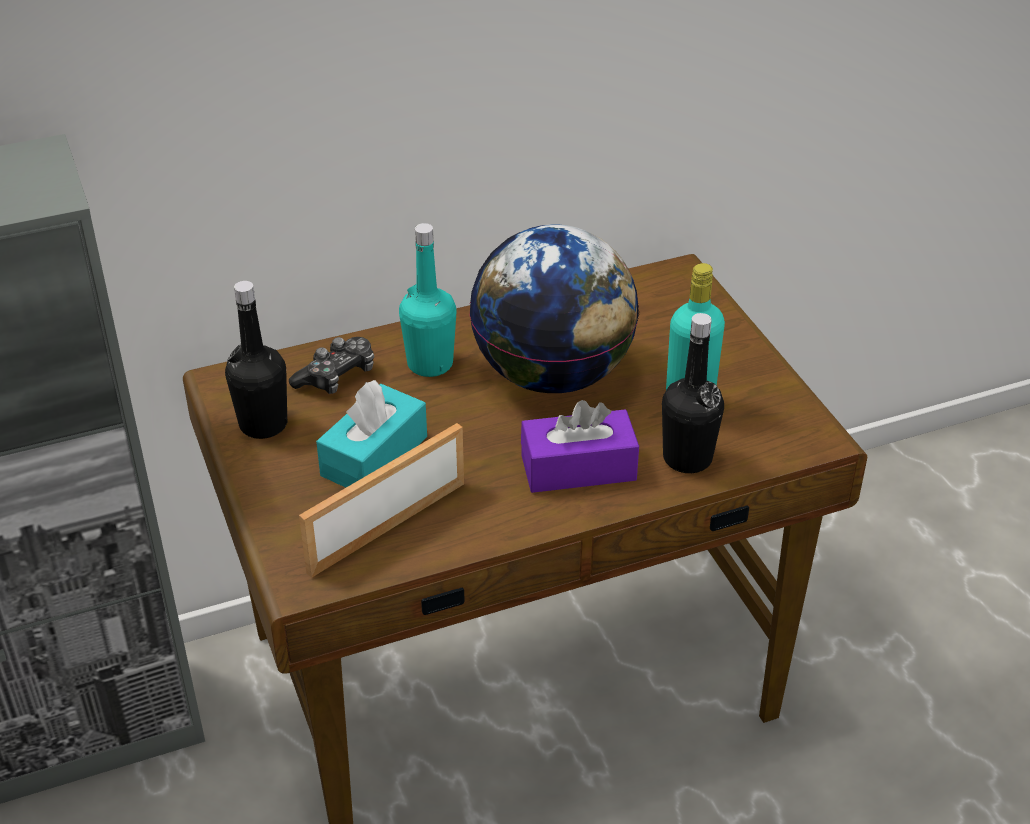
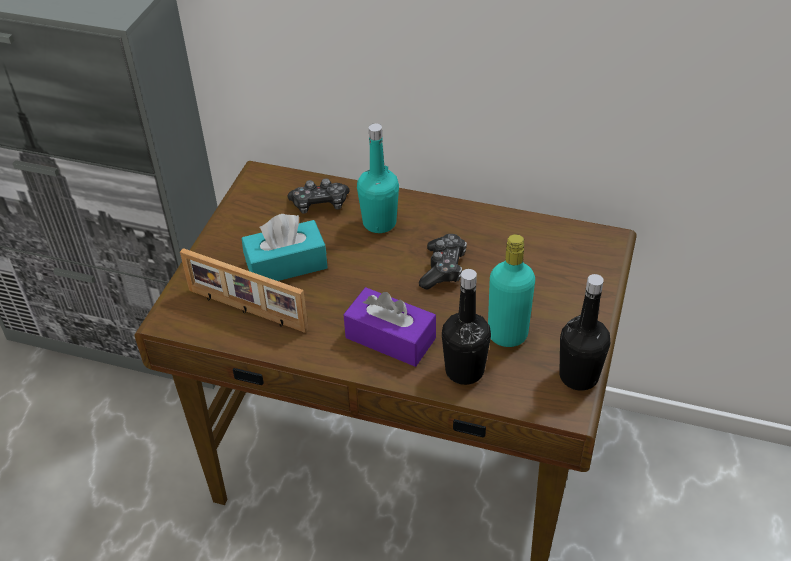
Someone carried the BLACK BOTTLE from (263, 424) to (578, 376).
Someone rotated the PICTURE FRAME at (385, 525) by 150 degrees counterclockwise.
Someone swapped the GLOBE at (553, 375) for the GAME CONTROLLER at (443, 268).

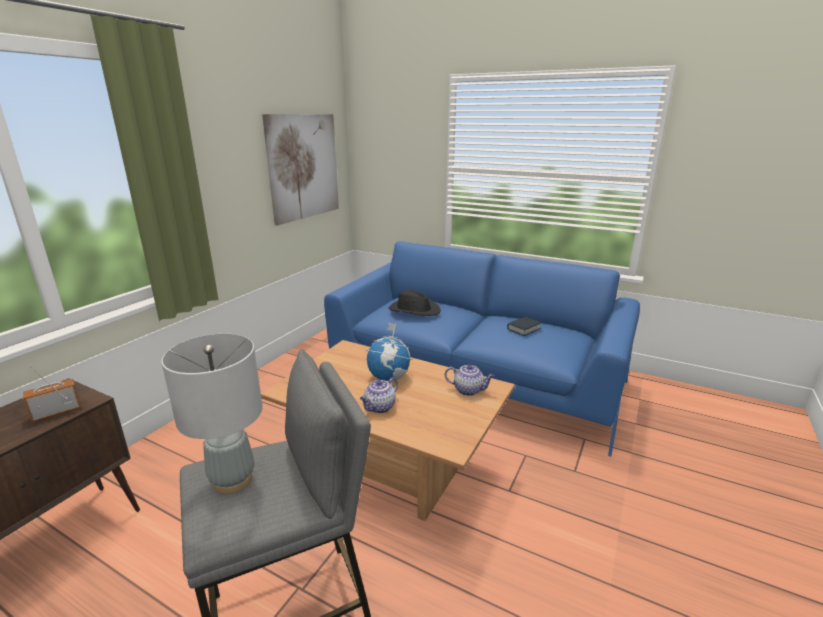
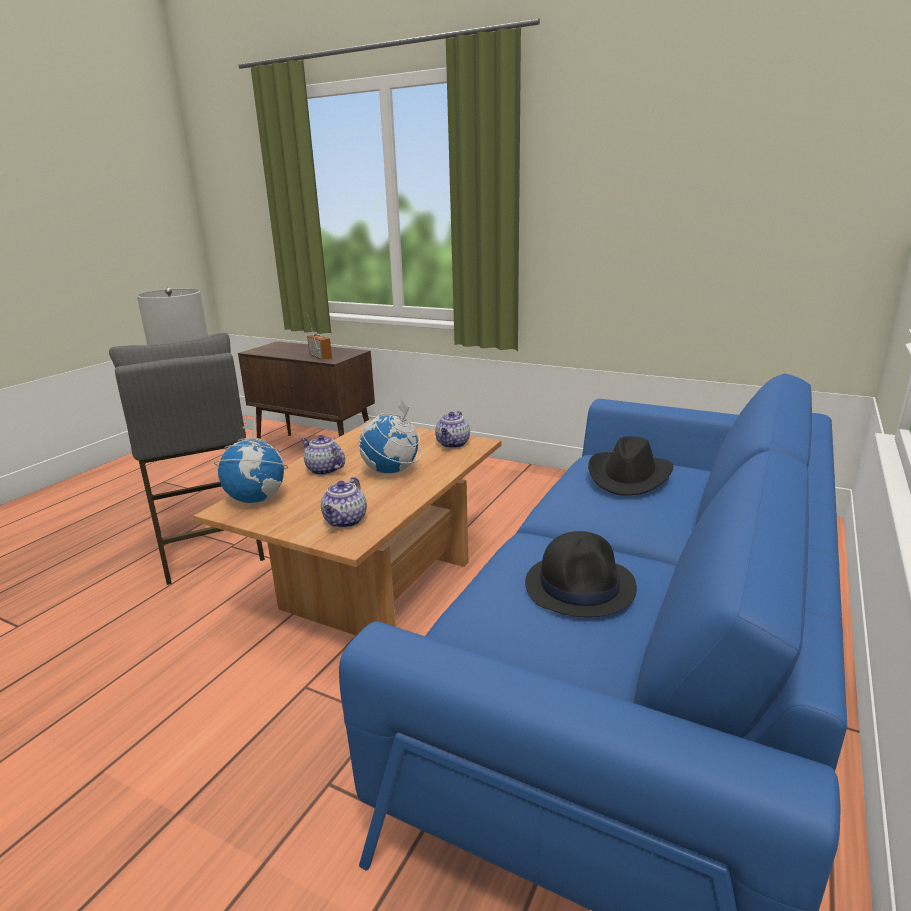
Someone took away the PICTURE at (303, 167).
Someone swapped the BOOK at (523, 329) for the BLACK HAT at (580, 586).
Someone put down the GLOBE at (257, 499).
Someone put down the TEAPOT at (453, 444).

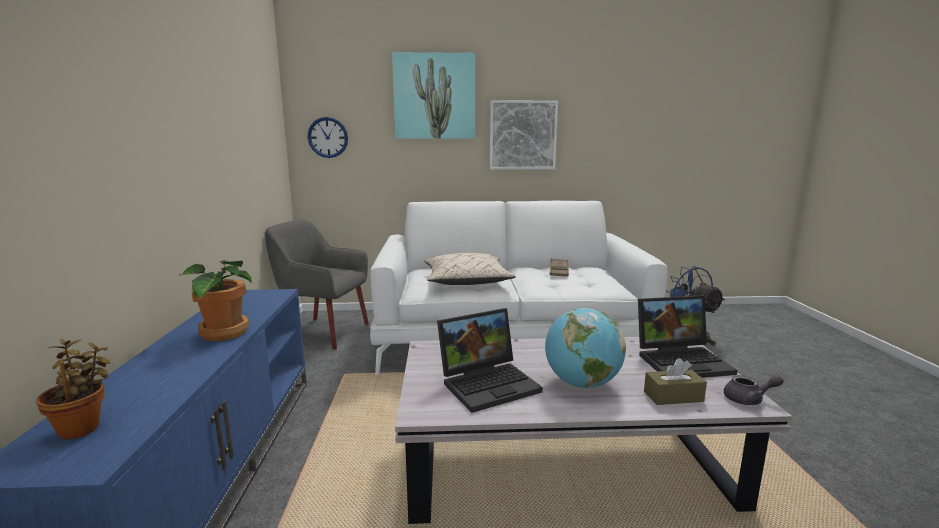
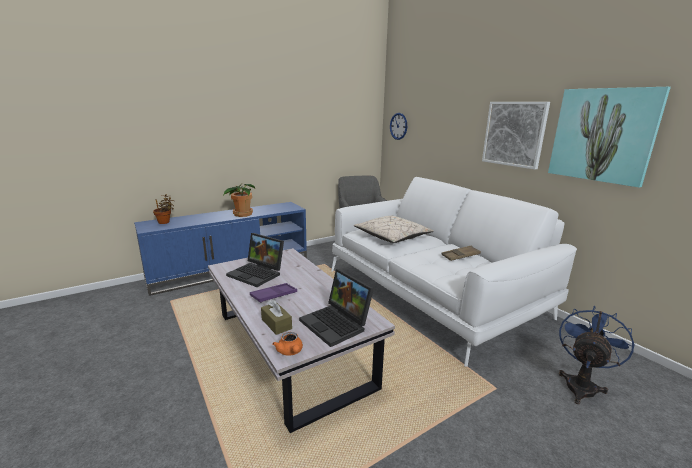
Someone carried the PICTURE from (434, 96) to (602, 135).
Someone swapped the GLOBE at (581, 384) for the PURPLE TRAY at (274, 295).
Someone repainted the GREY TEAPOT at (749, 400), which became the ORANGE TEAPOT at (290, 352).

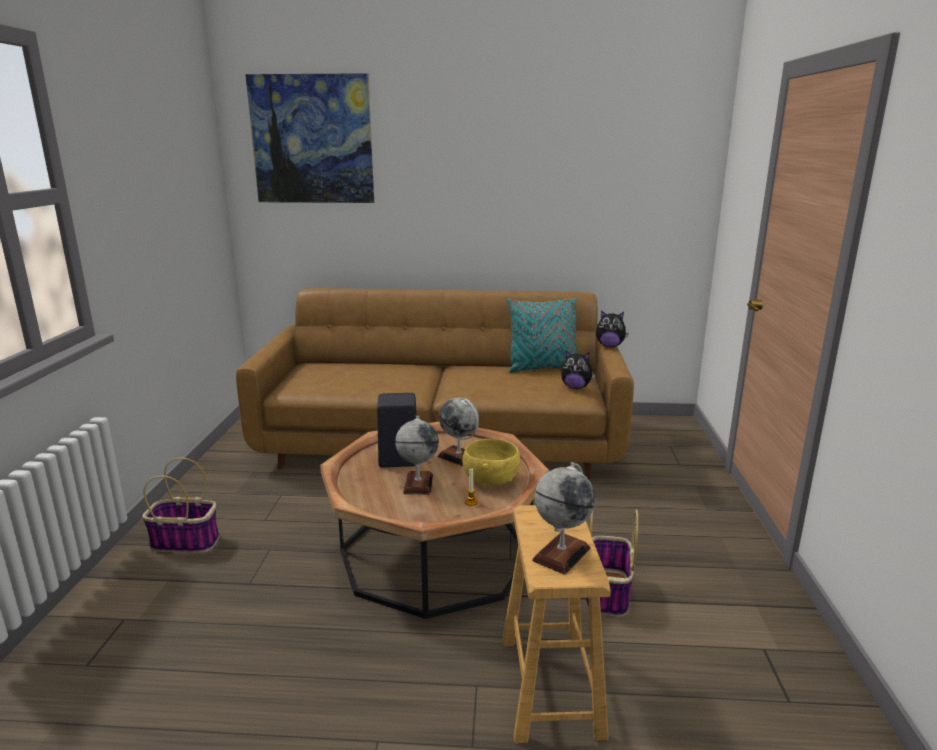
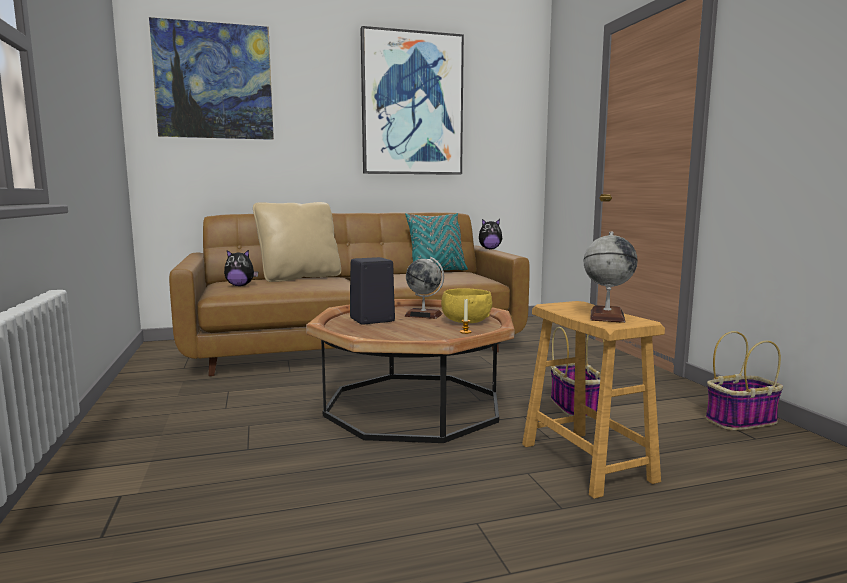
Someone carried the BASKET from (186, 542) to (741, 420).
Someone took away the GLOBE at (418, 484).
Someone carried the PLUSH TOY from (576, 387) to (240, 286).
Someone put down the BEIGE PILLOW at (300, 277).
Someone put up the PICTURE at (412, 104).

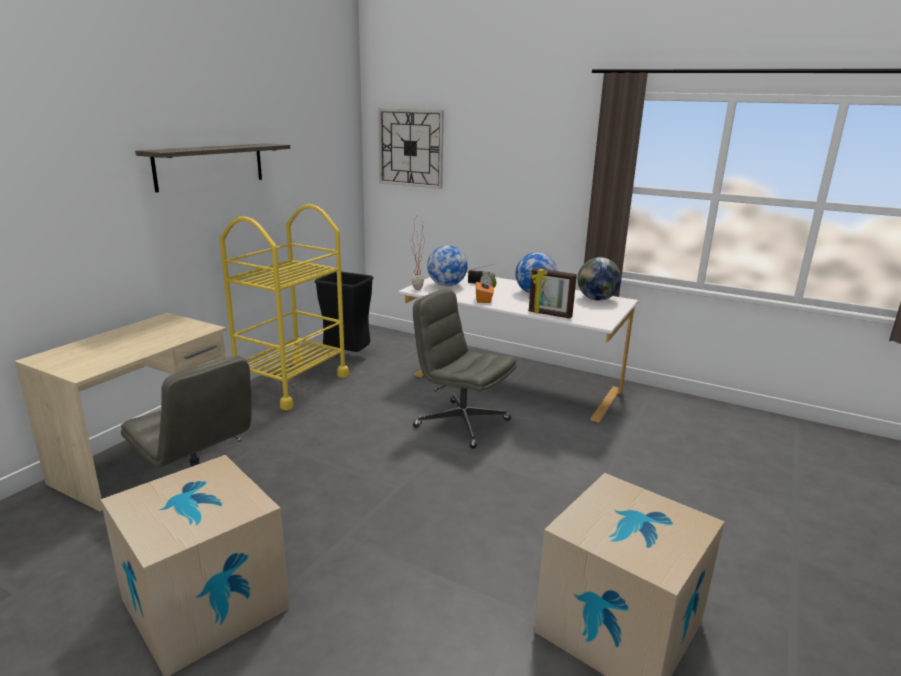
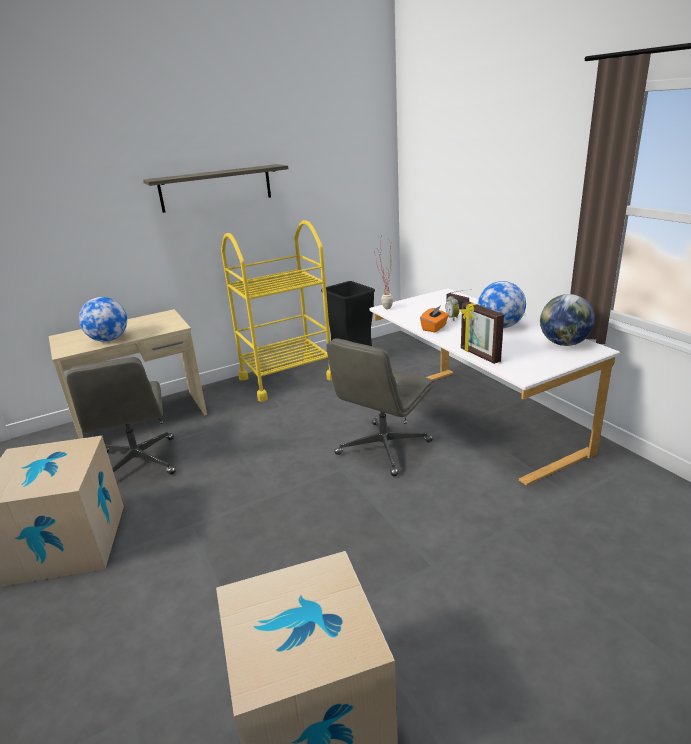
Someone took away the WALL CLOCK at (411, 148).
Someone rotated the GREY OFFICE CHAIR at (461, 423) by 120 degrees counterclockwise.
Someone carried the GLOBE from (446, 285) to (108, 340).

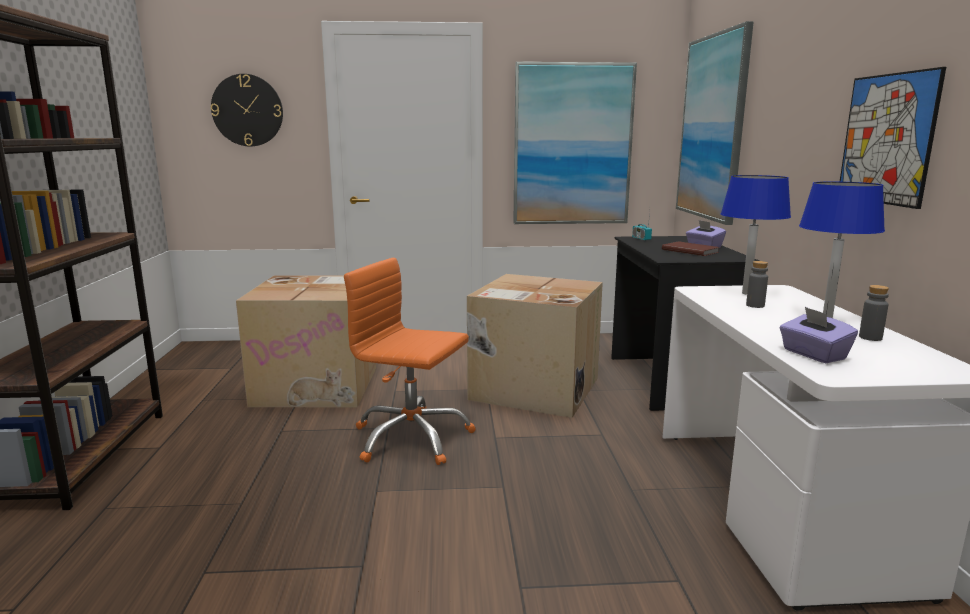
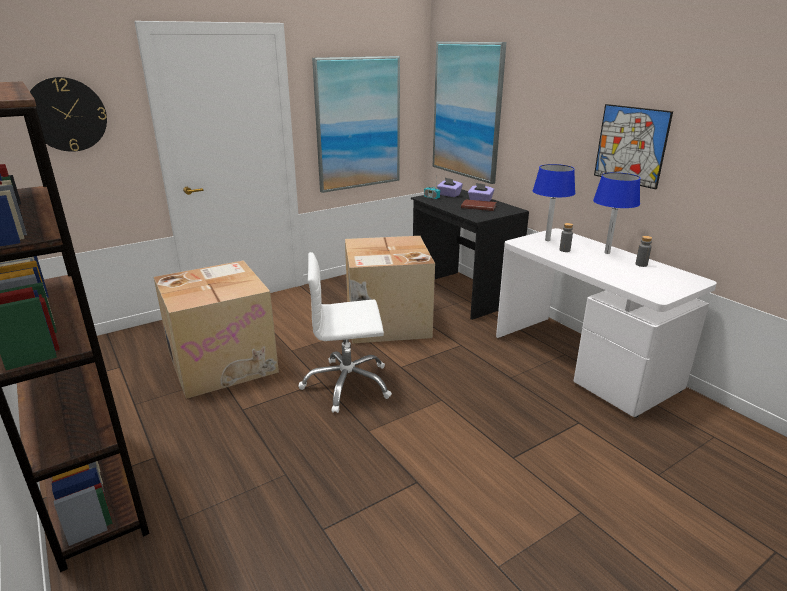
Someone repainted the ORANGE OFFICE CHAIR at (411, 438), which became the WHITE OFFICE CHAIR at (347, 384).
Someone carried the PURPLE TISSUE BOX from (813, 354) to (449, 195).

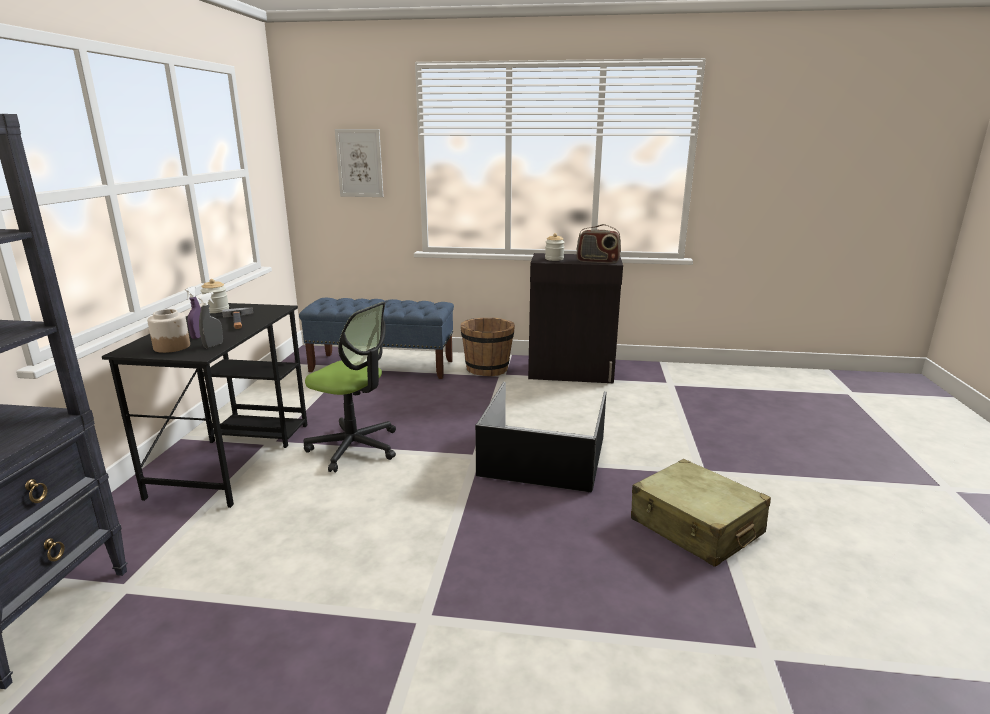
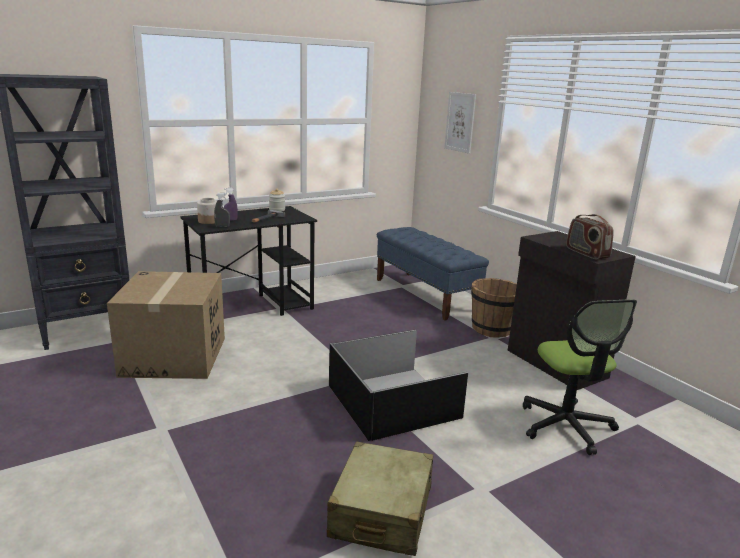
Someone carried the OFFICE CHAIR from (354, 447) to (566, 426).
Someone took away the JAR at (554, 259).
Someone put down the CARDBOARD BOX at (174, 357).

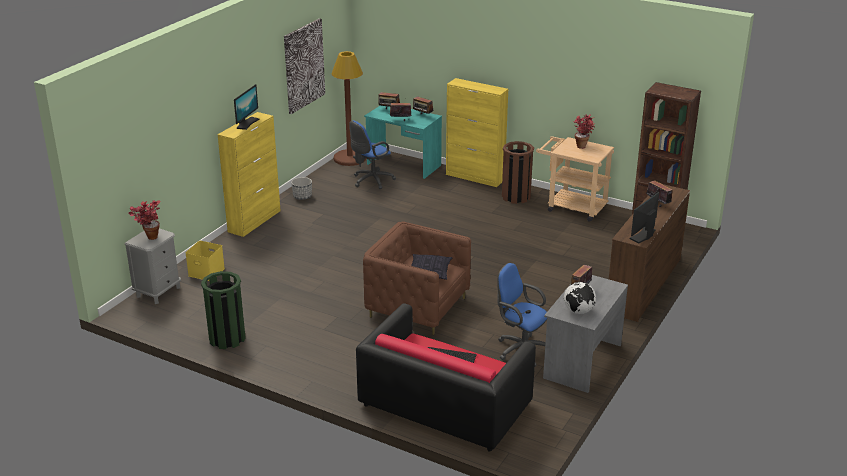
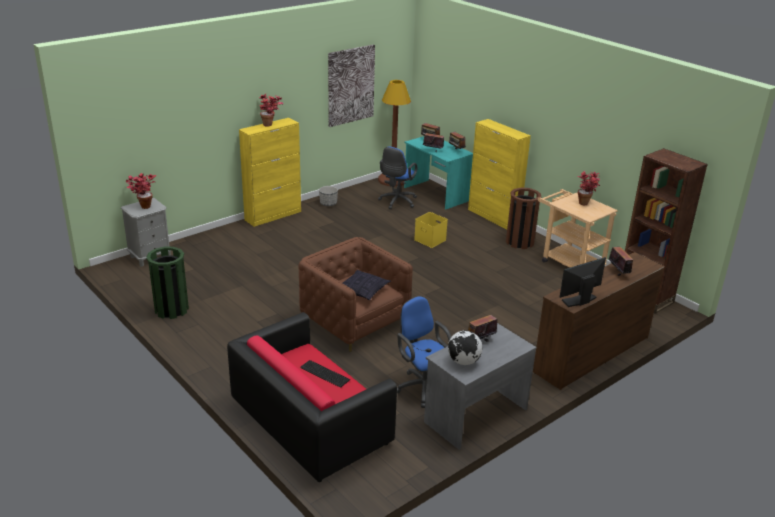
Someone carried the YELLOW STORAGE BOX from (207, 272) to (431, 240).
Someone swapped the MONITOR at (247, 123) for the POTTED PLANT at (271, 125).
Someone rotated the BLUE OFFICE CHAIR at (371, 181) by 45 degrees counterclockwise.

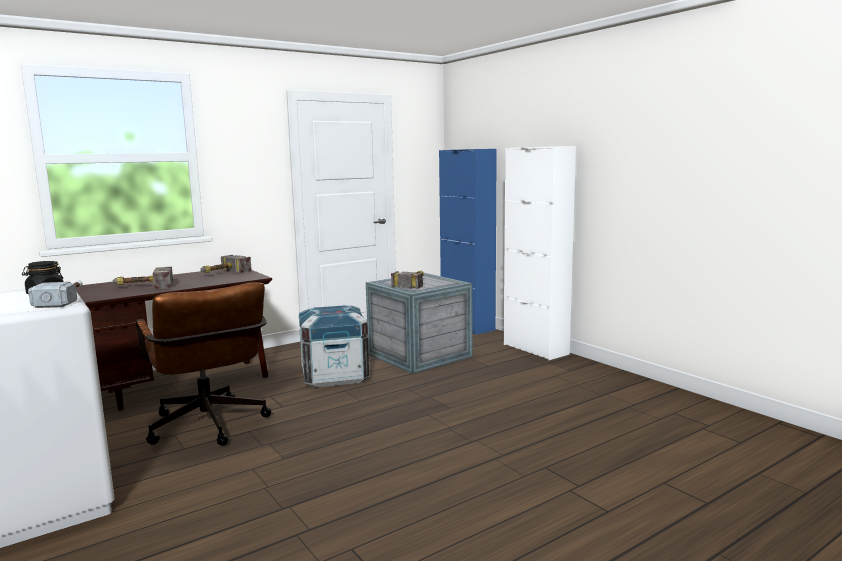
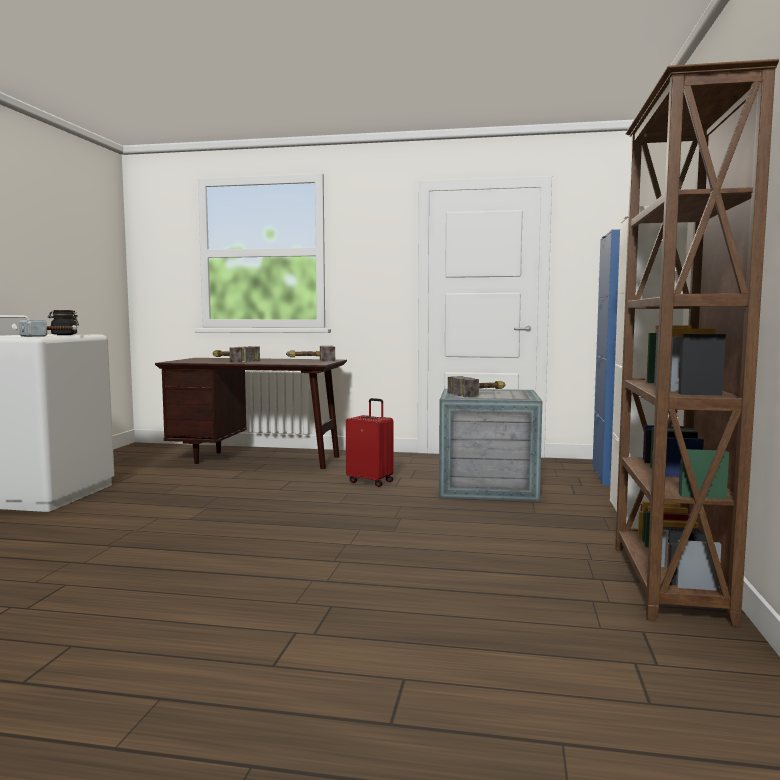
Someone took away the BROWN OFFICE CHAIR at (210, 428).
Someone swapped the CRATE at (335, 376) for the RED SUITCASE at (371, 481).
Someone put down the BROWN BOOKCASE at (667, 582).

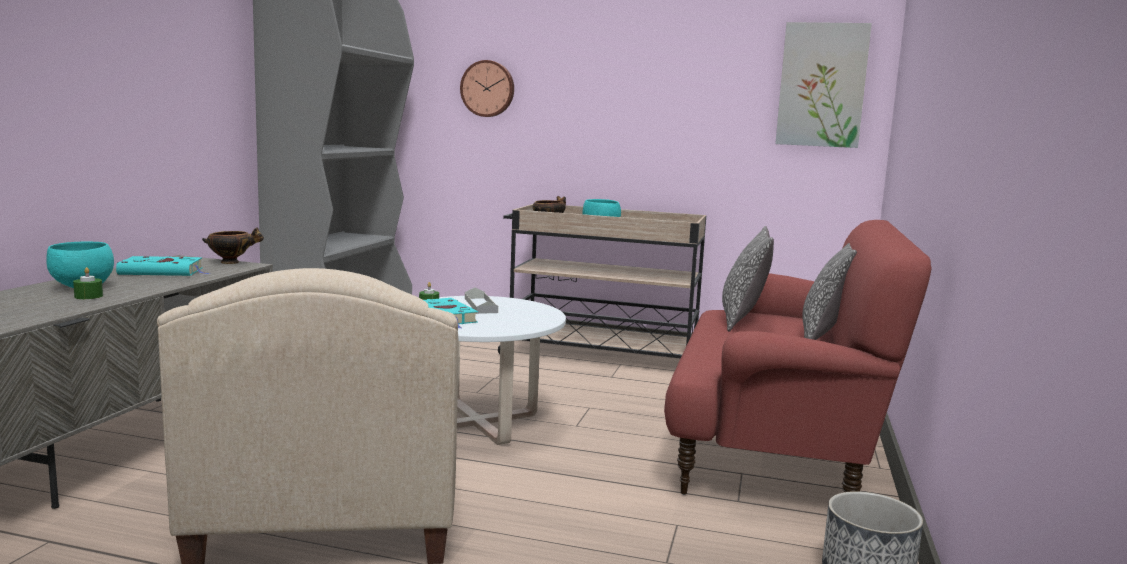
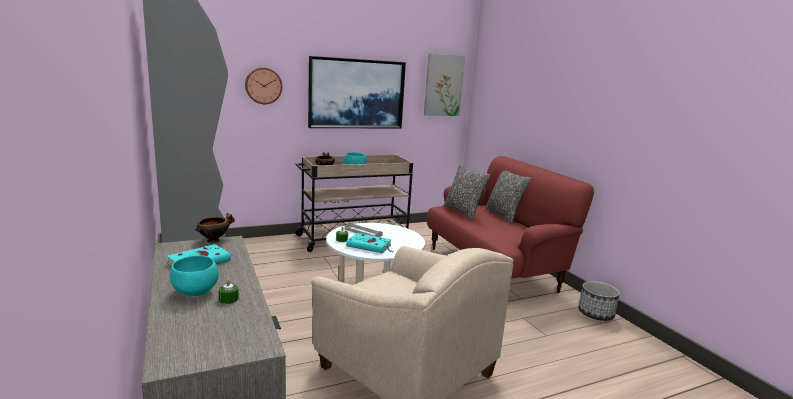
Someone put up the PICTURE at (356, 94).

